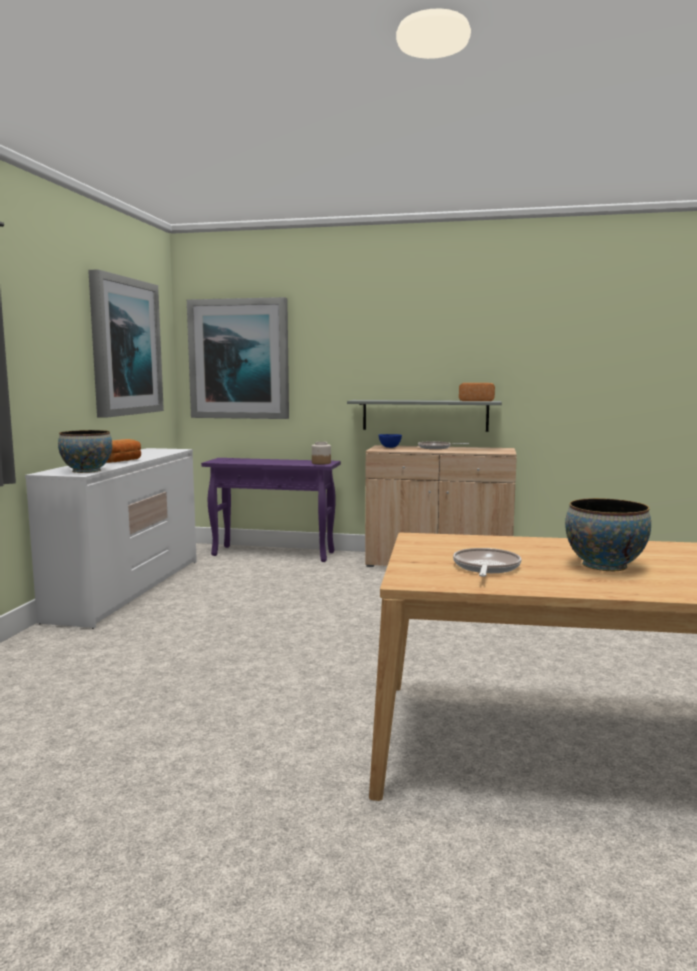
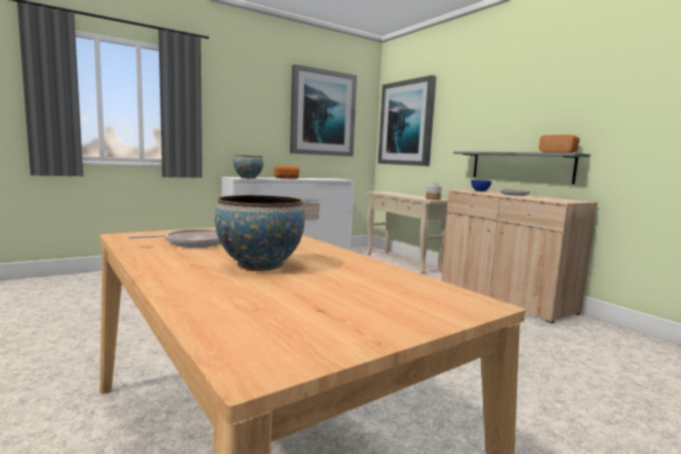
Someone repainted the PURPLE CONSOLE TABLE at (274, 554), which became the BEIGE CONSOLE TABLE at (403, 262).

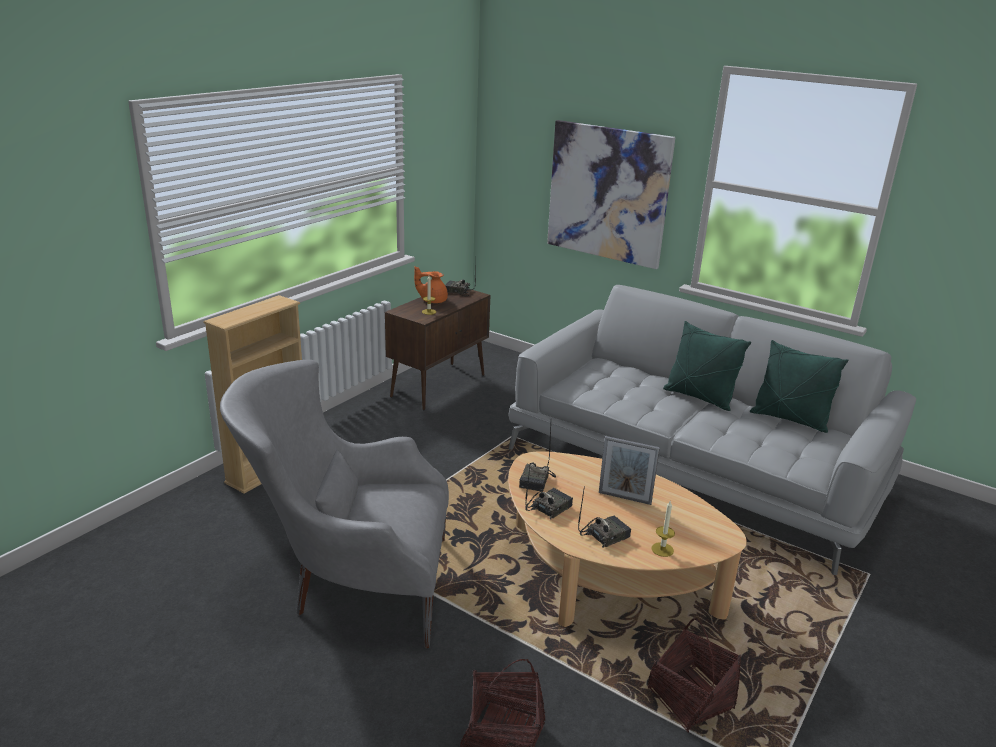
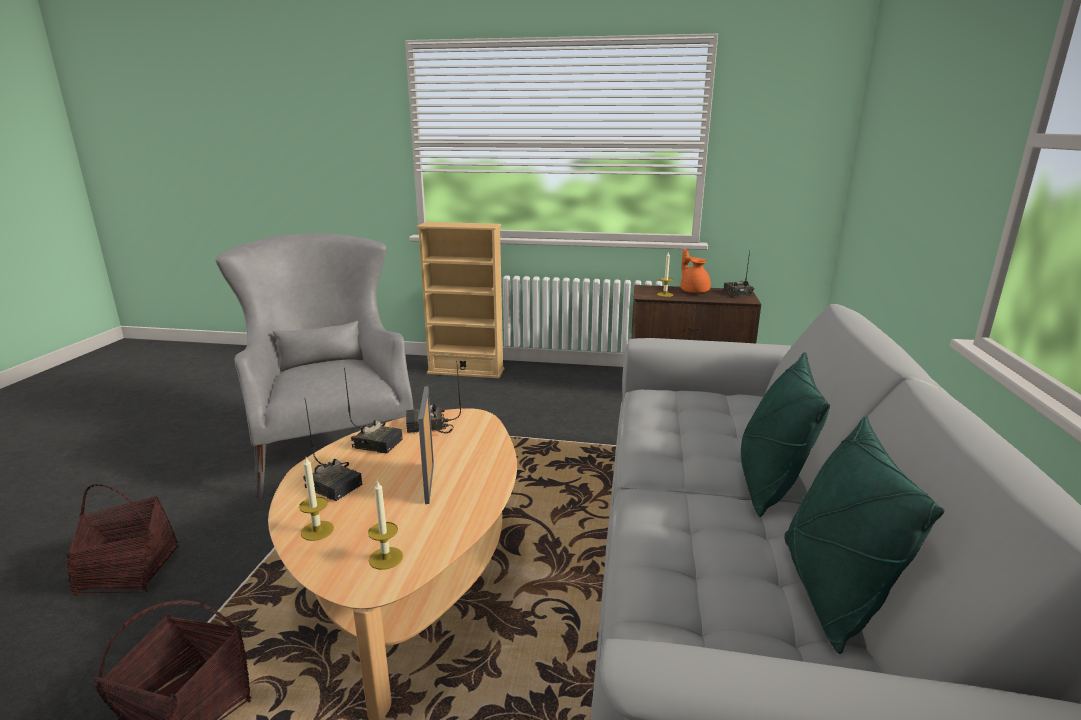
Someone took away the PICTURE at (608, 193).
Someone put down the CANDLE at (385, 558).

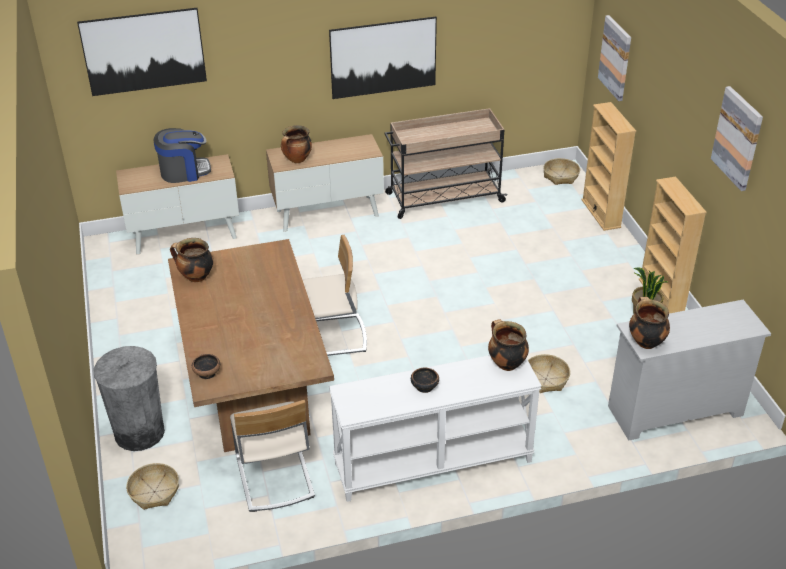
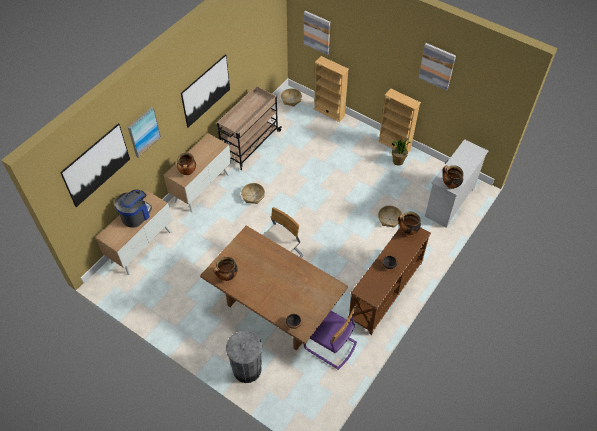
Someone carried the BASKET from (154, 491) to (253, 196).
Someone repainted the BEIGE CHAIR at (274, 477), which became the PURPLE CHAIR at (330, 346).
Someone repainted the WHITE CONSOLE TABLE at (433, 463), which became the BROWN CONSOLE TABLE at (386, 292).
Someone put up the PICTURE at (143, 131).

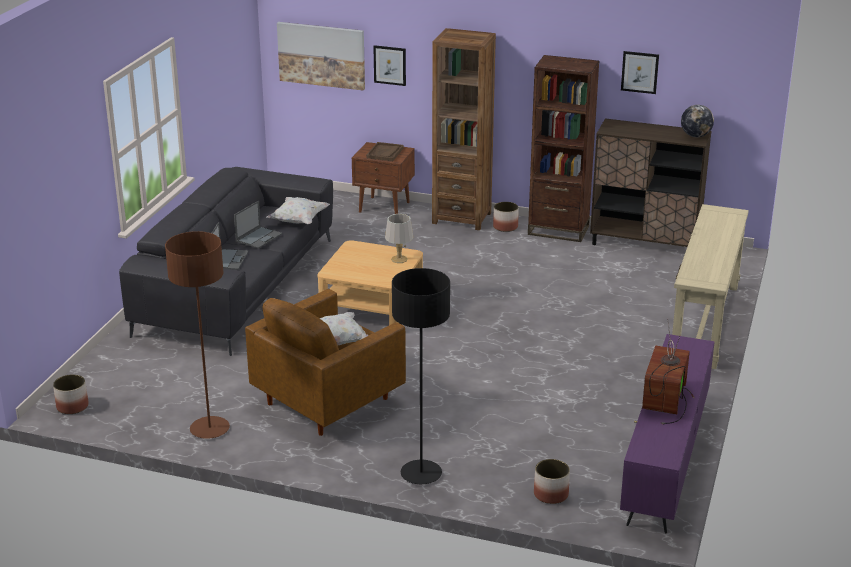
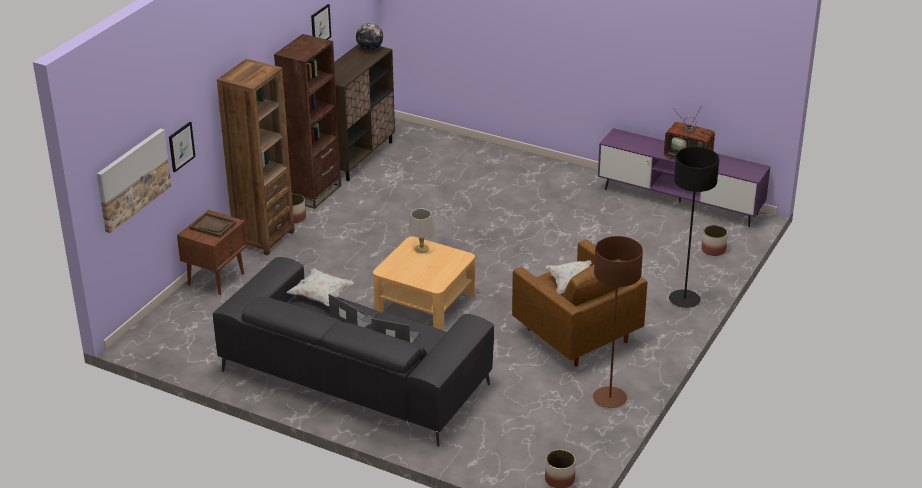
Someone took away the BEIGE CONSOLE TABLE at (704, 322).

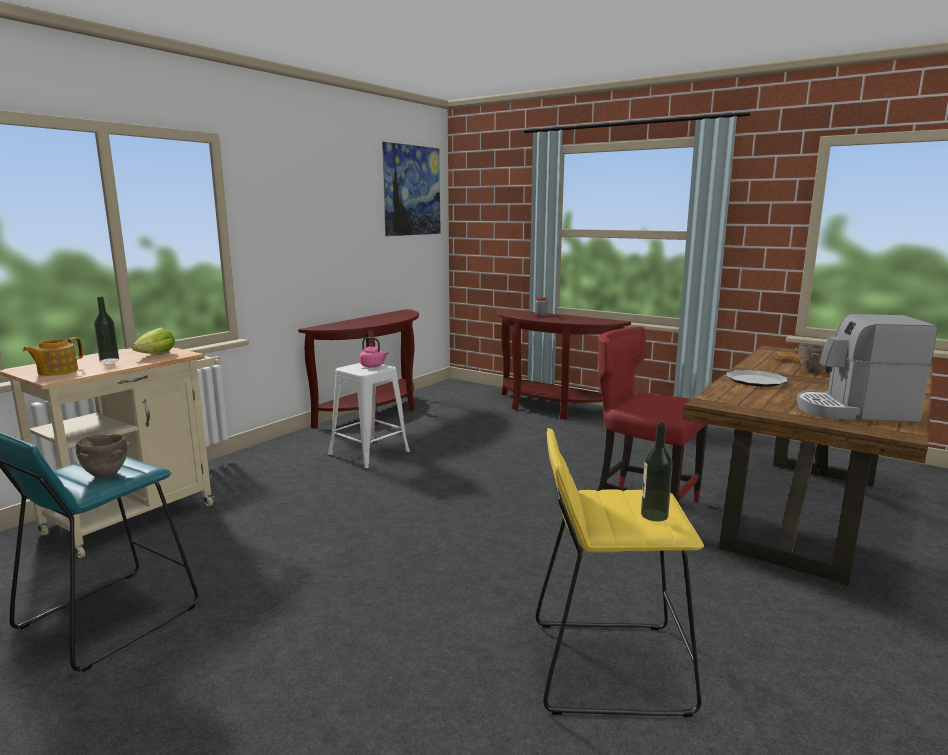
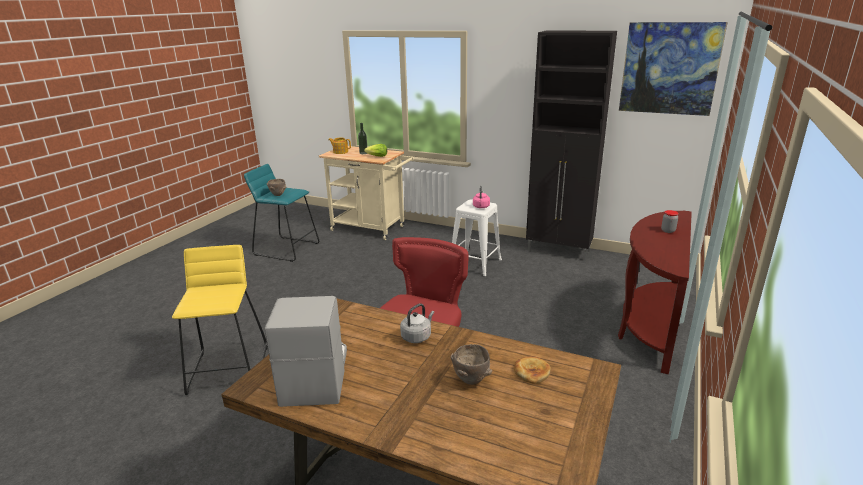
Someone swapped the BROWN CONSOLE TABLE at (376, 413) for the BLACK CABINET at (559, 251).
Someone took away the BOTTLE at (654, 515).
Someone swapped the PLATE at (755, 381) for the GREY KETTLE at (417, 336).

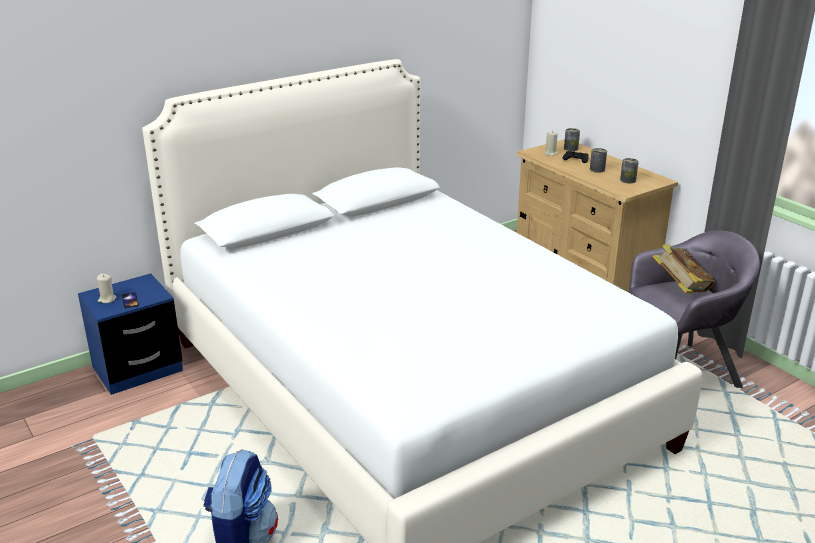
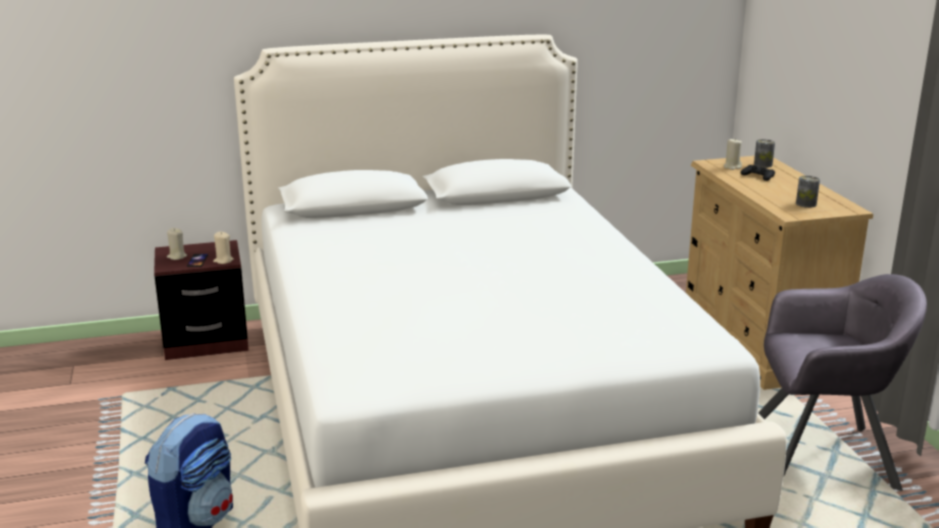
Someone repainted the BLUE NIGHTSTAND at (137, 369), which became the BROWN NIGHTSTAND at (206, 342).
Someone took away the CAN at (597, 169).
Someone took away the BOOK at (680, 289).
Someone put down the BEIGE CANDLE at (223, 260).

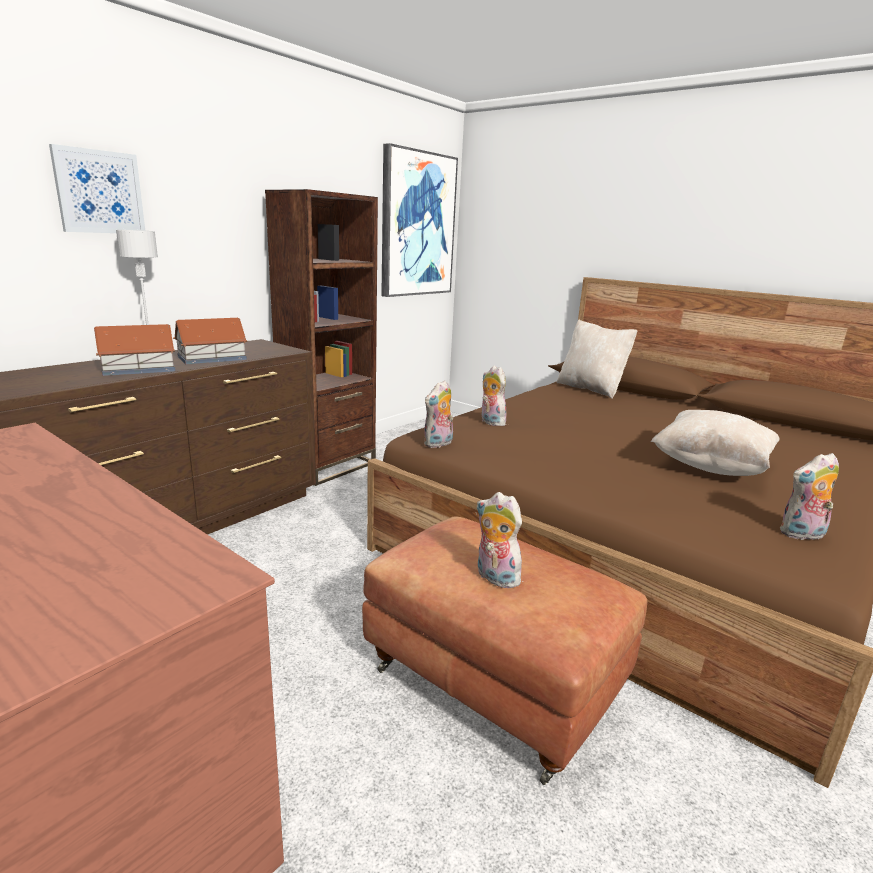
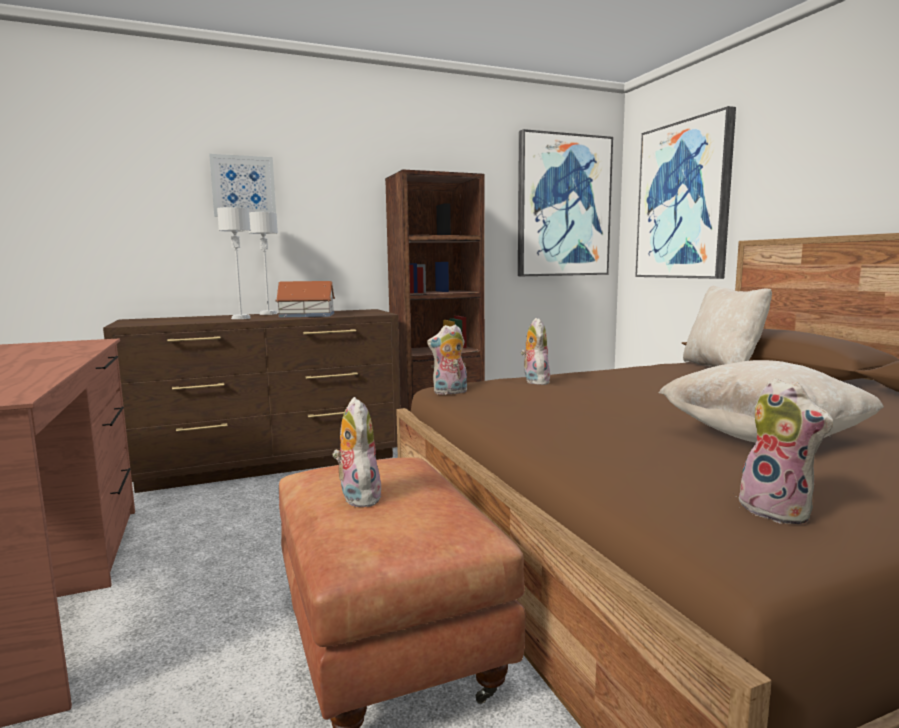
Someone swapped the TOY HOUSE at (139, 368) for the GREY TABLE LAMP at (241, 318).
Someone rotated the PLUSH TOY at (802, 535) by 135 degrees counterclockwise.
Someone put up the PICTURE at (683, 201).

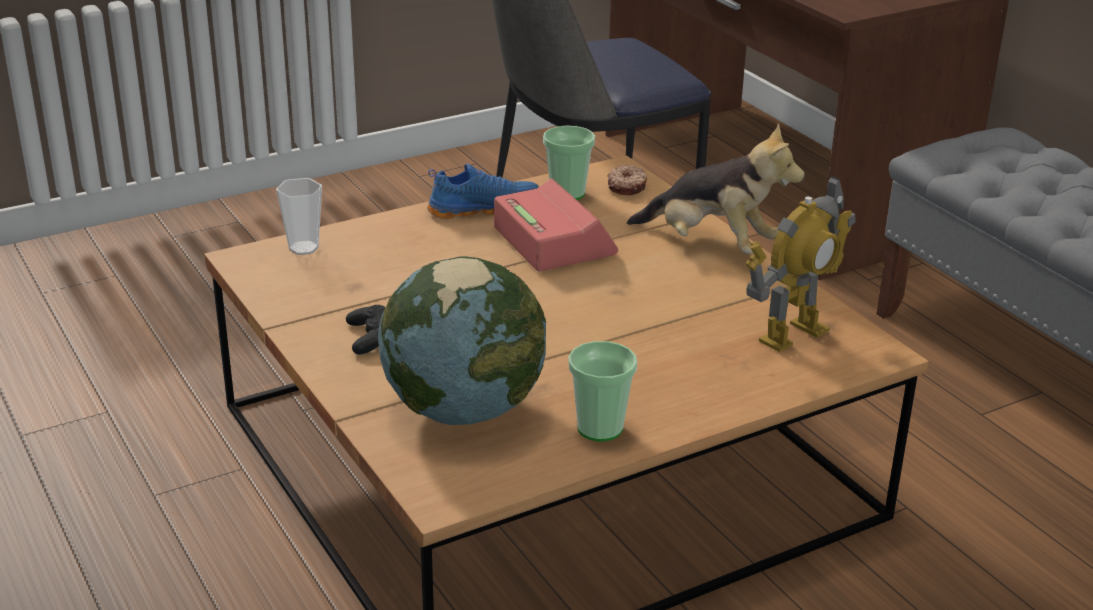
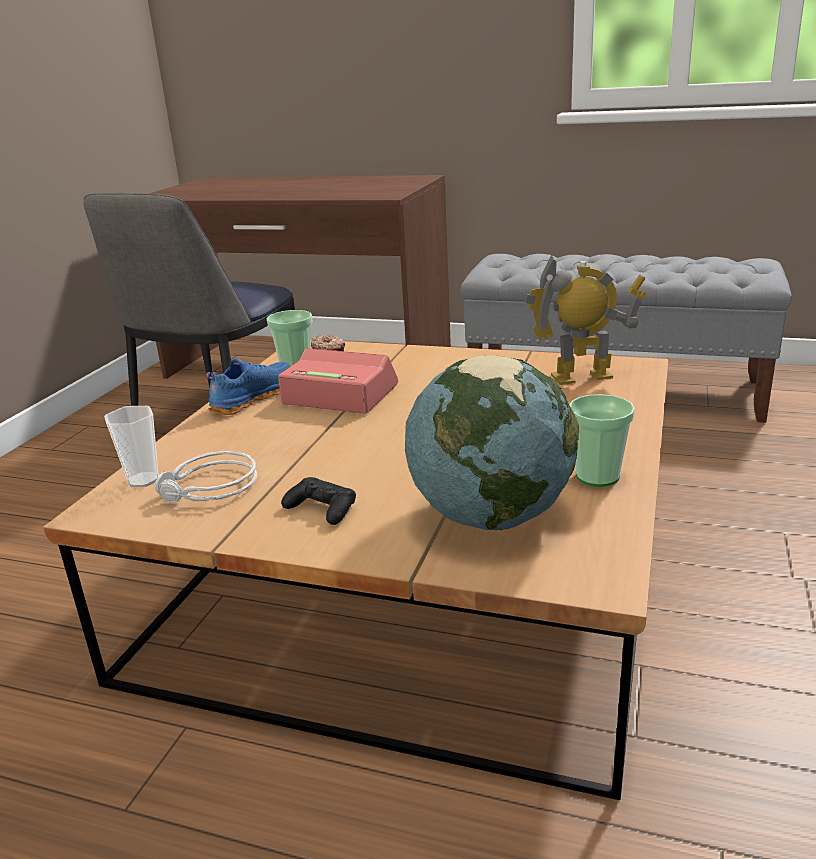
Someone took away the PLUSH TOY at (711, 245).
Someone rotated the TOY ROBOT at (792, 334) by 105 degrees counterclockwise.
Someone put down the GREY HEADPHONES at (209, 489).

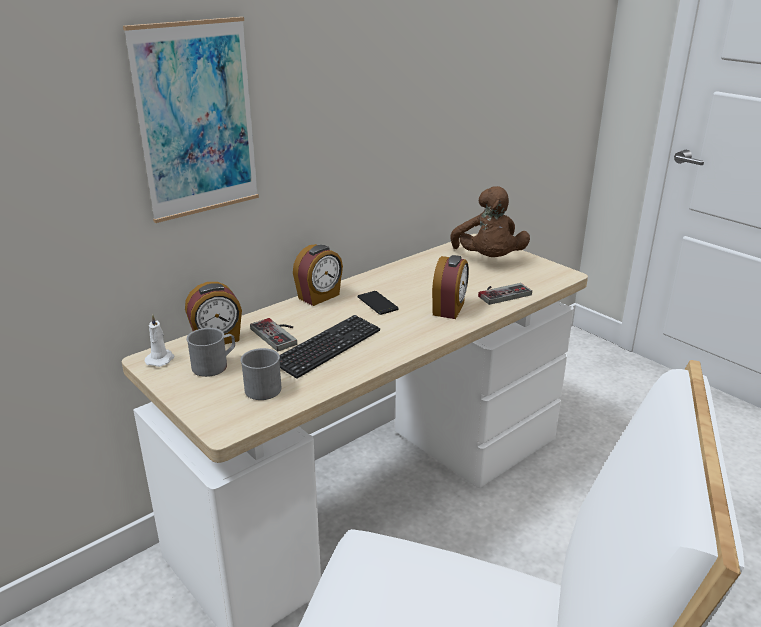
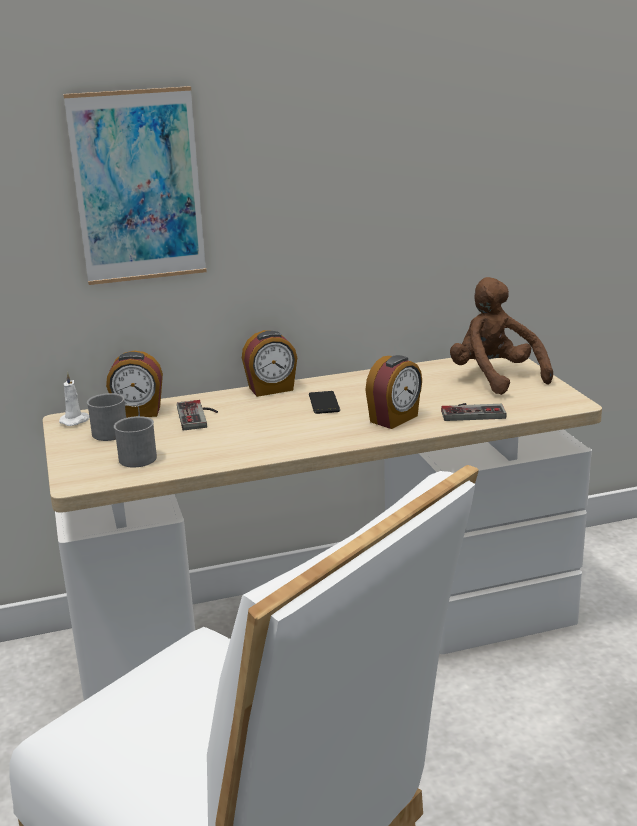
Someone took away the KEYBOARD at (327, 347).
Someone rotated the BROWN PLUSH TOY at (488, 260) by 135 degrees clockwise.

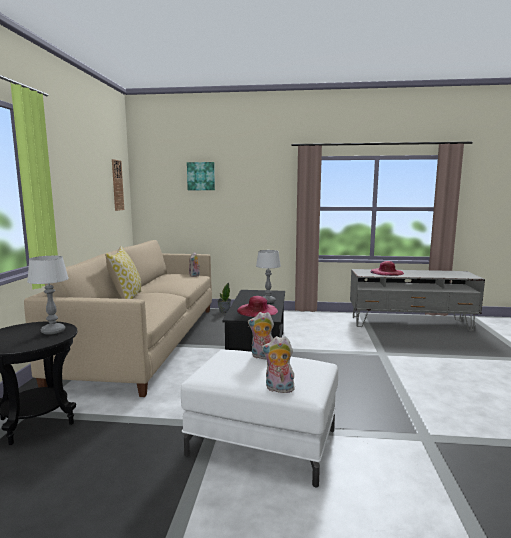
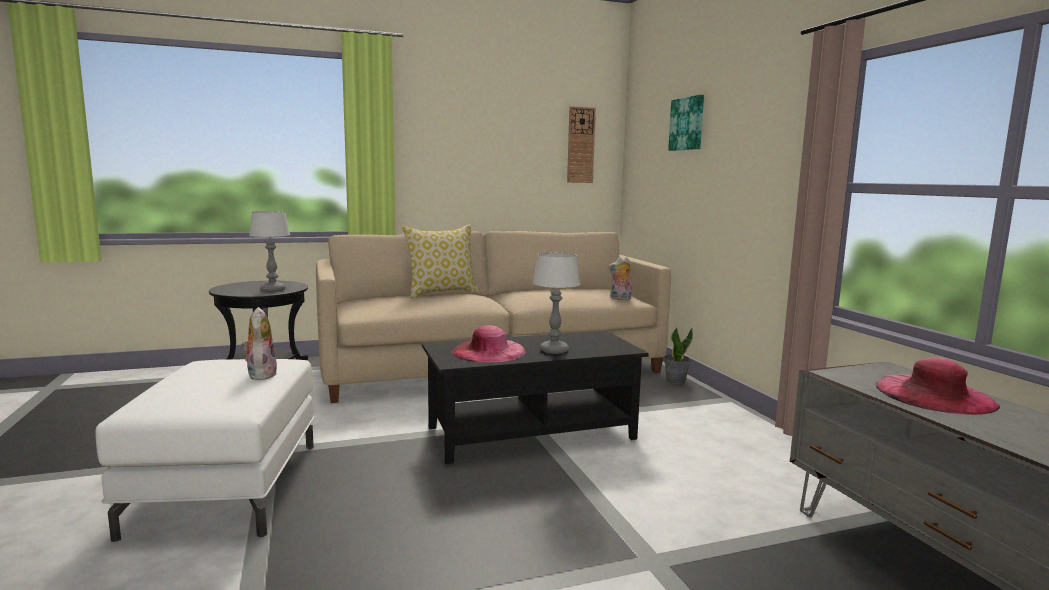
Someone took away the PLUSH TOY at (278, 389).

